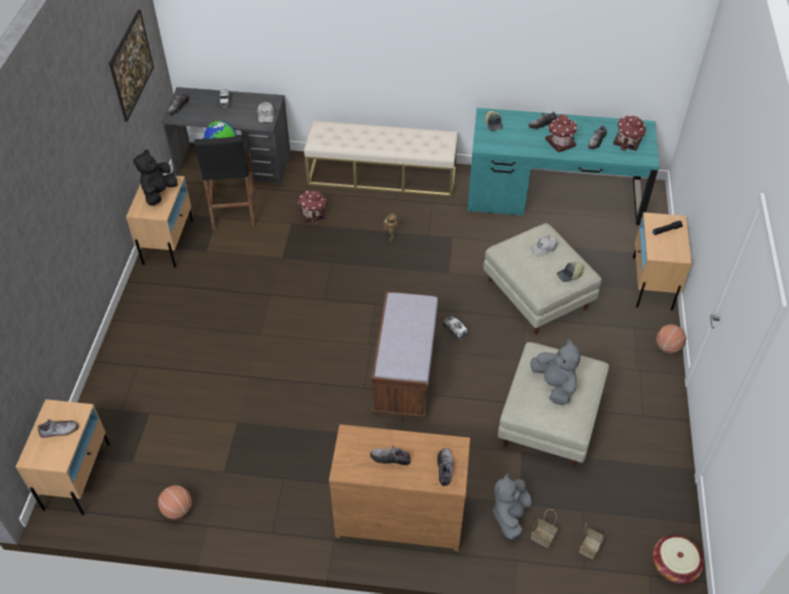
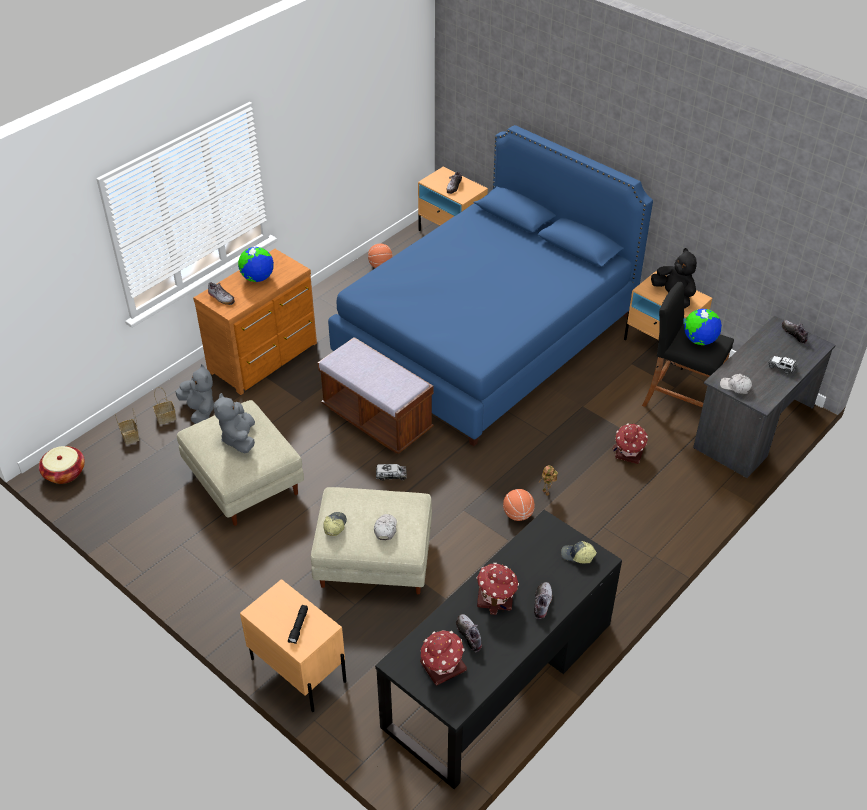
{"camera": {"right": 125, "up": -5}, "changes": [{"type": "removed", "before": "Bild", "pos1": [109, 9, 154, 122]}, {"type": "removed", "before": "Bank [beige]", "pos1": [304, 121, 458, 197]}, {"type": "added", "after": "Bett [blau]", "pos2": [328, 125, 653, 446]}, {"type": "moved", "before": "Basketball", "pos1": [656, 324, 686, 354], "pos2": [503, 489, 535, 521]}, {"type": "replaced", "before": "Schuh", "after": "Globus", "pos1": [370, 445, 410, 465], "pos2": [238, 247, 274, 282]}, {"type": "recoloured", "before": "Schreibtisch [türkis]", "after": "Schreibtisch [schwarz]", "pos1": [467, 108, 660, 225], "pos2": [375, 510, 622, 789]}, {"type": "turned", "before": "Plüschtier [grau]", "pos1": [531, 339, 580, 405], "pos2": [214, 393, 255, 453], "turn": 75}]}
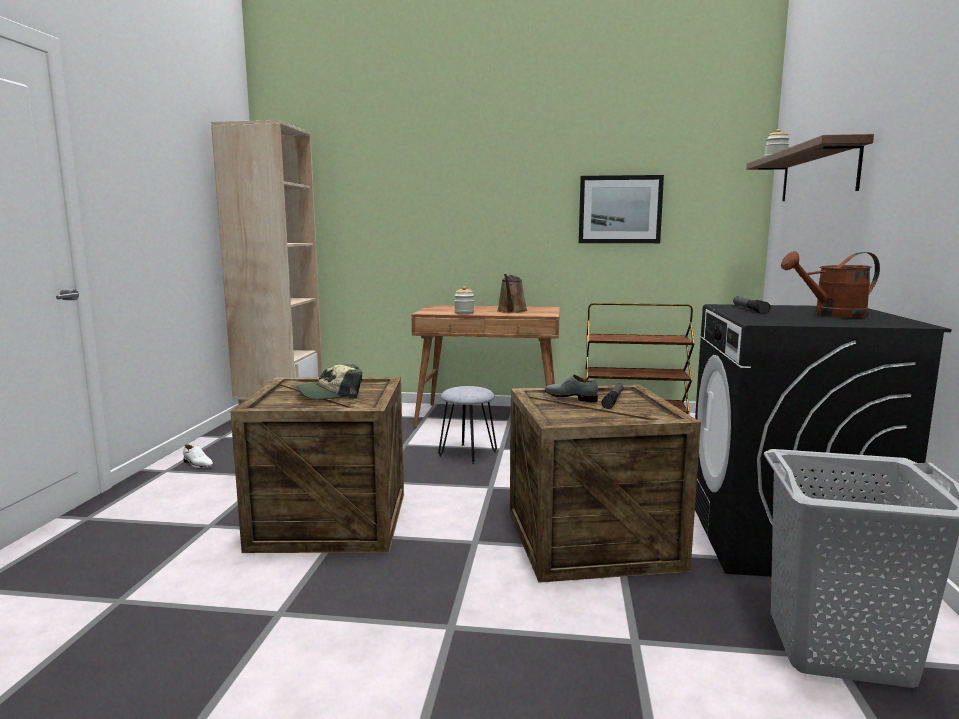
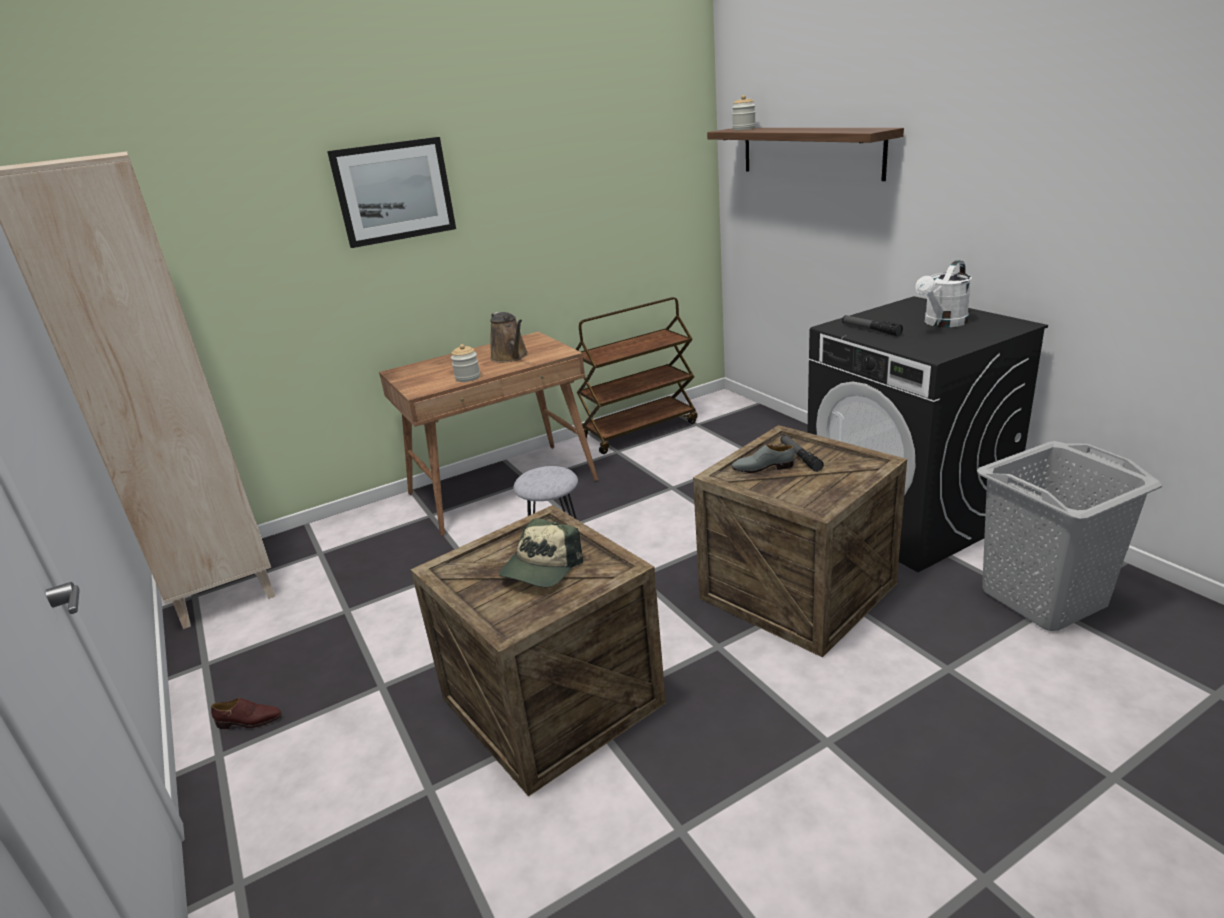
{"camera": {"right": -35, "up": 15}, "changes": [{"type": "moved", "before": "Bild", "pos1": [579, 175, 664, 243], "pos2": [327, 137, 456, 248]}, {"type": "recoloured", "before": "Schuh [weiß]", "after": "Schuh [braun]", "pos1": [183, 444, 213, 468], "pos2": [211, 698, 282, 729]}, {"type": "recoloured", "before": "Gießkanne [braun]", "after": "Gießkanne [weiß]", "pos1": [781, 251, 880, 318], "pos2": [916, 260, 972, 327]}]}
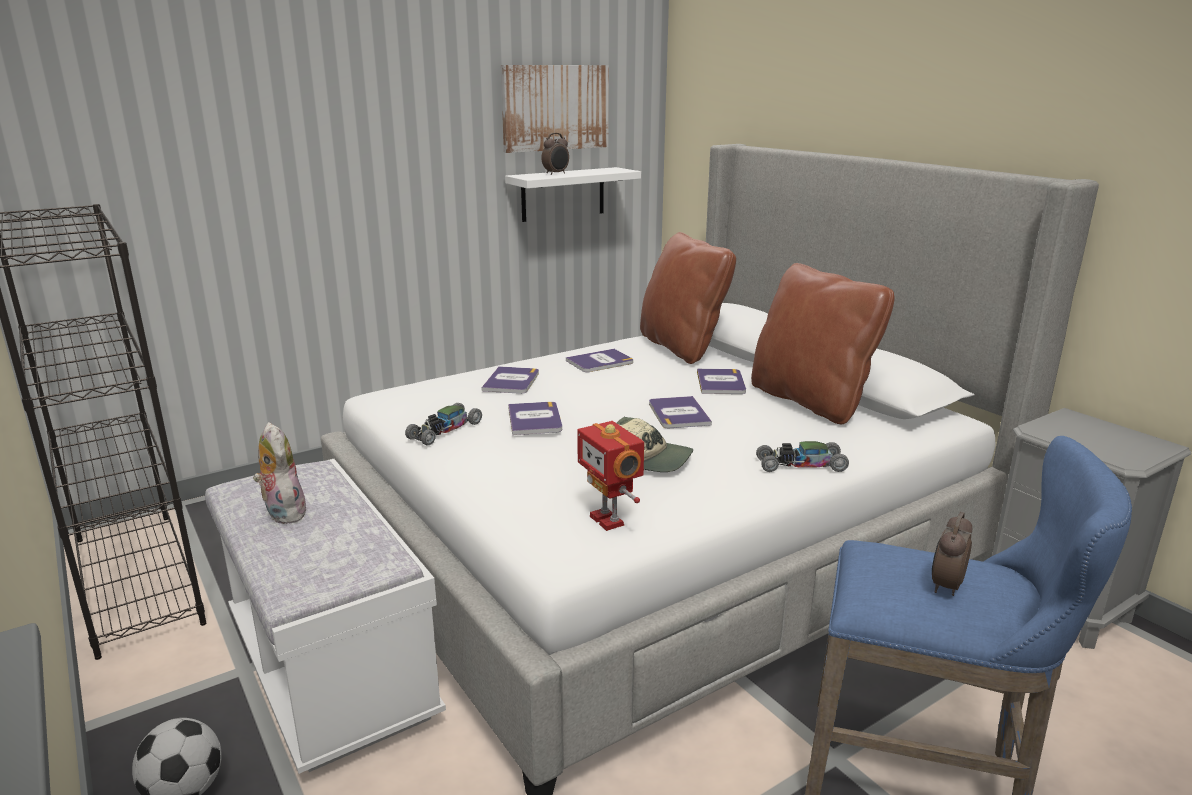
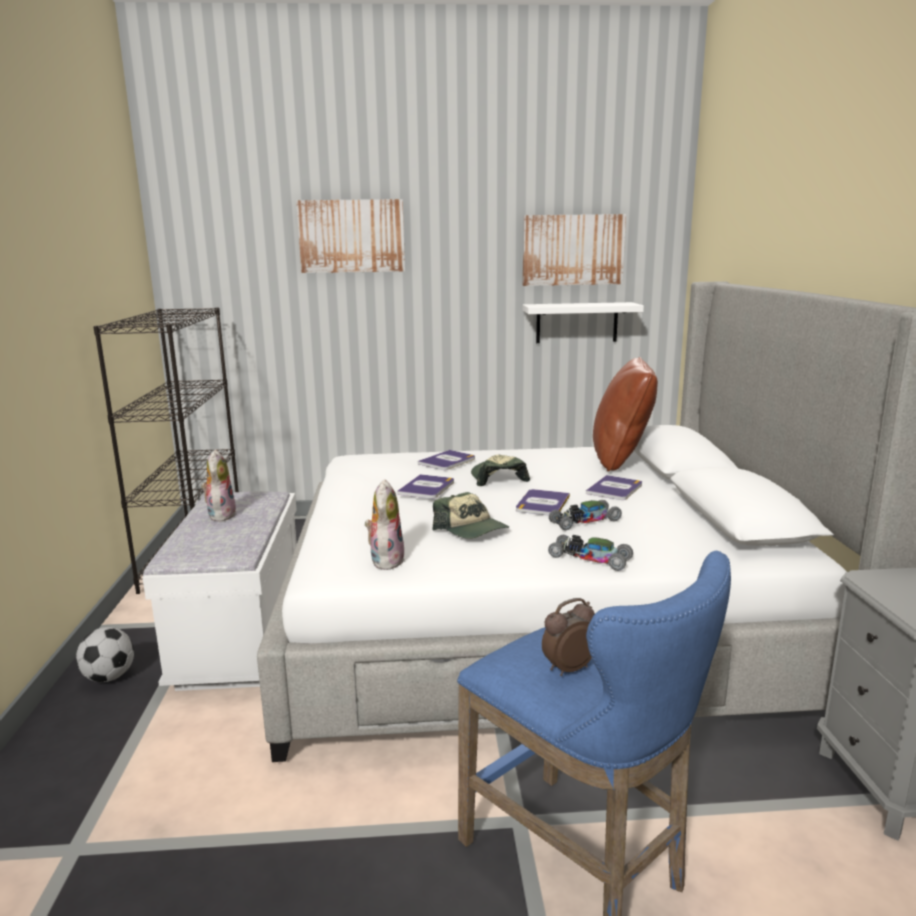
{"camera": {"right": 30, "up": -5}, "changes": [{"type": "removed", "before": "Wecker", "pos1": [541, 133, 569, 175]}, {"type": "removed", "before": "Buch", "pos1": [566, 349, 633, 372]}, {"type": "removed", "before": "Kissen [braun]", "pos1": [751, 263, 895, 424]}, {"type": "added", "after": "Bild", "pos2": [296, 199, 405, 273]}, {"type": "added", "after": "Kappe", "pos2": [471, 455, 530, 486]}, {"type": "moved", "before": "Spielzeugauto", "pos1": [405, 403, 482, 445], "pos2": [549, 500, 622, 530]}, {"type": "replaced", "before": "Spielzeugroboter", "after": "Plüschtier", "pos1": [577, 421, 644, 531], "pos2": [365, 479, 405, 570]}]}
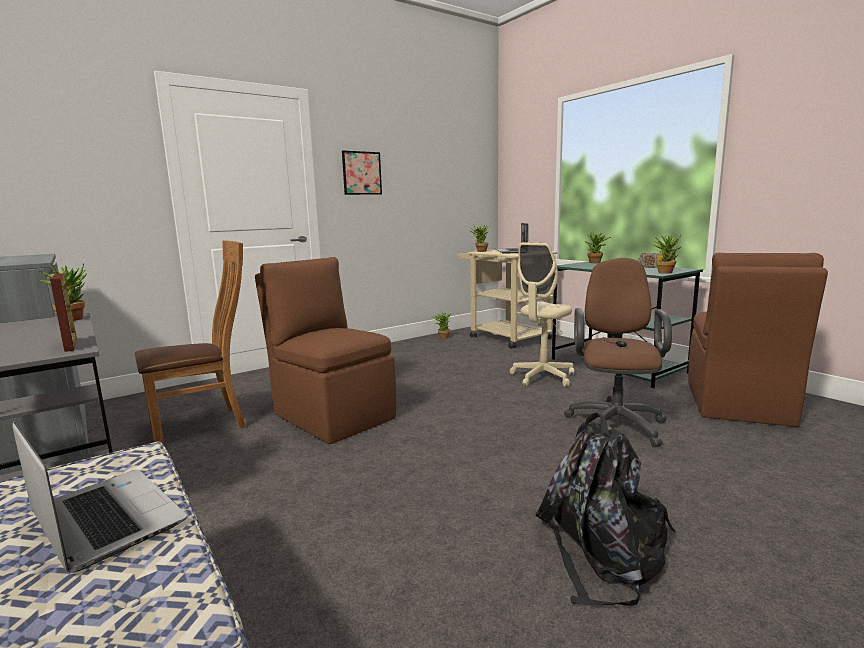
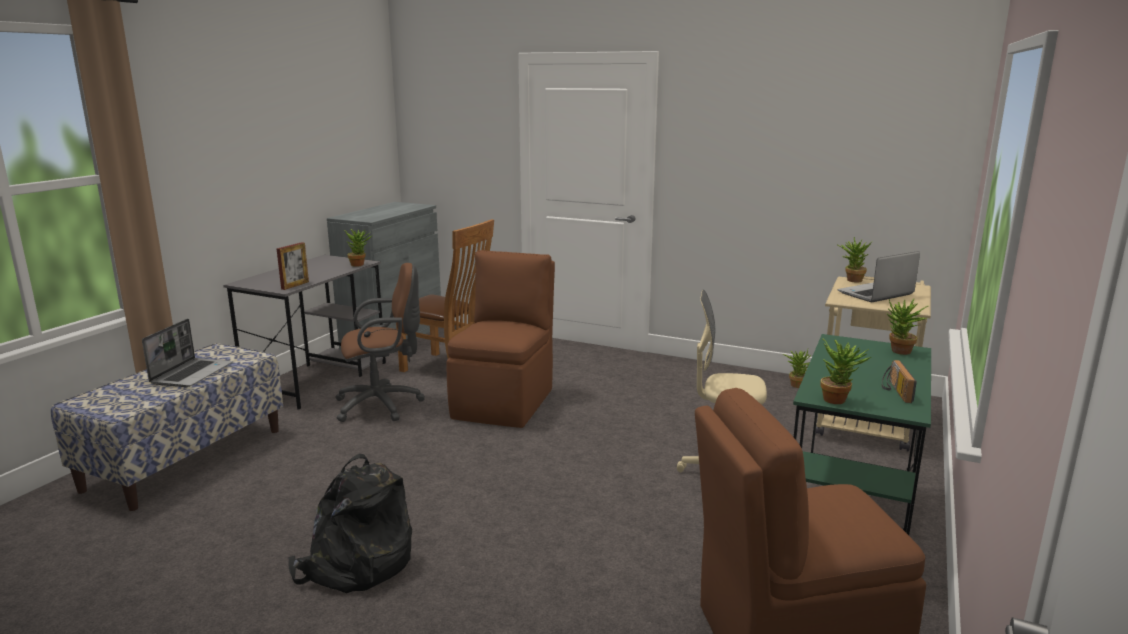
{"camera": {"right": 60, "up": 5}, "changes": [{"type": "removed", "before": "Bild", "pos1": [342, 151, 382, 195]}, {"type": "moved", "before": "Bürostuhl [braun]", "pos1": [564, 258, 672, 447], "pos2": [335, 263, 425, 422]}]}
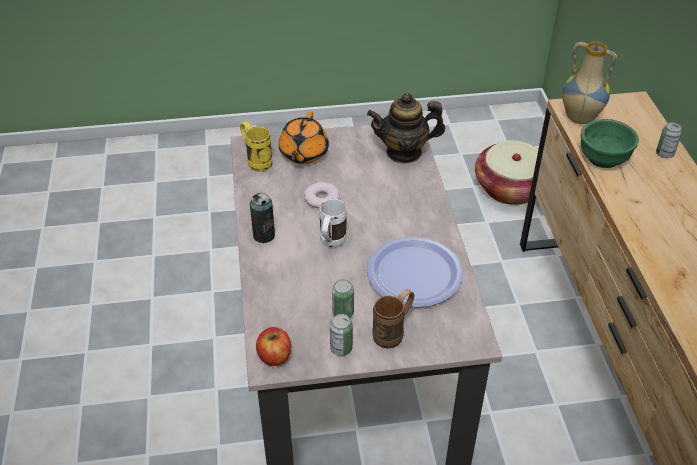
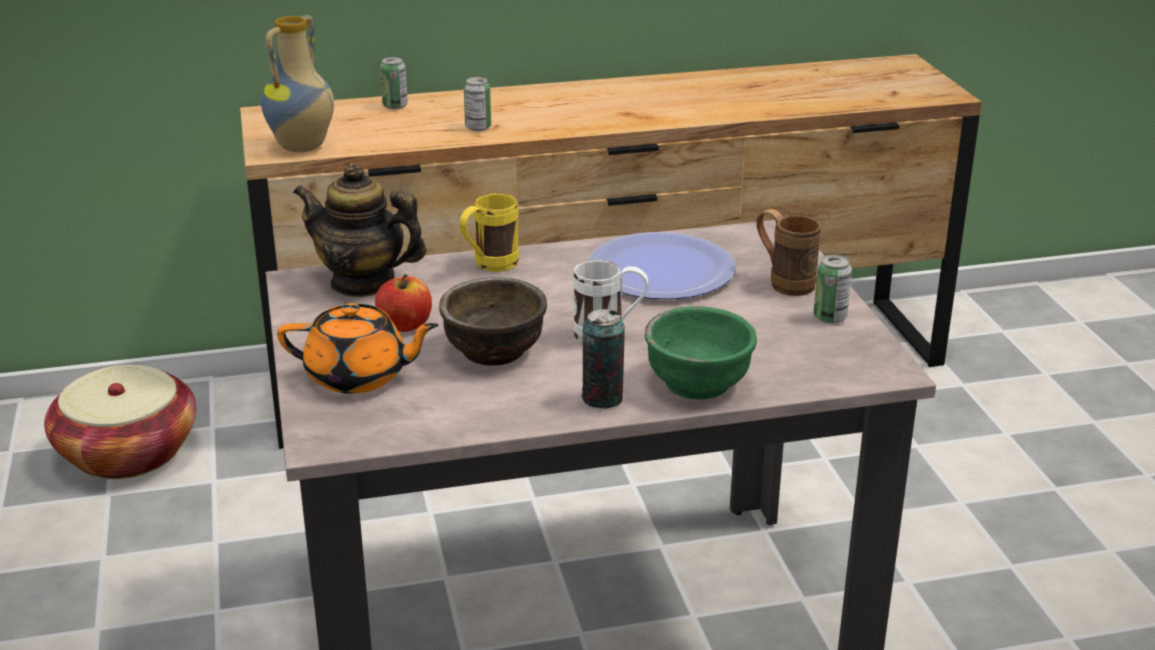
{"camera": {"right": -95, "up": -15}, "changes": [{"type": "moved", "before": "Henkelbecher [gelb]", "pos1": [240, 121, 272, 172], "pos2": [459, 194, 519, 272]}, {"type": "moved", "before": "Apfel", "pos1": [256, 327, 291, 366], "pos2": [375, 274, 432, 332]}, {"type": "moved", "before": "Dose", "pos1": [332, 279, 354, 318], "pos2": [464, 77, 491, 131]}, {"type": "moved", "before": "Schüssel [grün]", "pos1": [581, 119, 639, 168], "pos2": [645, 306, 757, 400]}, {"type": "replaced", "before": "Donut", "after": "Schüssel [braun]", "pos1": [304, 182, 340, 208], "pos2": [439, 277, 547, 366]}, {"type": "turned", "before": "Teekanne", "pos1": [367, 93, 445, 164], "pos2": [293, 162, 427, 297], "turn": 120}]}
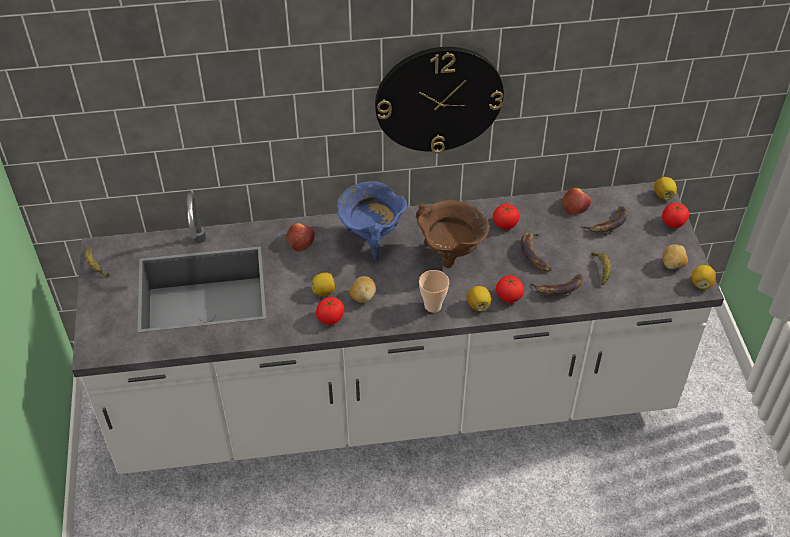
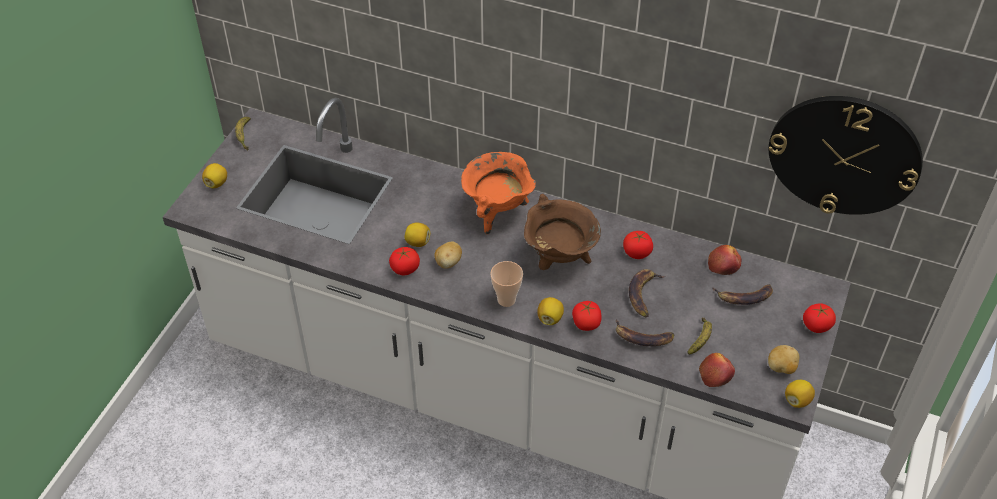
{"camera": {"right": 30, "up": 0}, "changes": [{"type": "moved", "before": "Apfel", "pos1": [286, 223, 315, 252], "pos2": [699, 353, 735, 387]}, {"type": "moved", "before": "Wanduhr", "pos1": [375, 47, 504, 153], "pos2": [769, 96, 923, 215]}, {"type": "moved", "before": "Zitrone", "pos1": [654, 177, 677, 200], "pos2": [202, 163, 227, 188]}, {"type": "recoloured", "before": "Kochtopf [blau]", "after": "Kochtopf [orange]", "pos1": [337, 181, 407, 260], "pos2": [461, 152, 536, 234]}]}
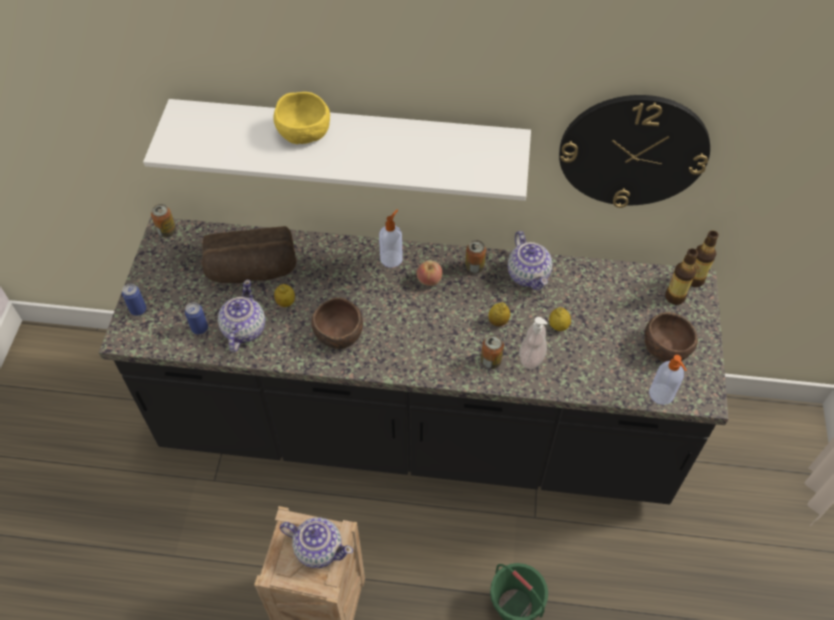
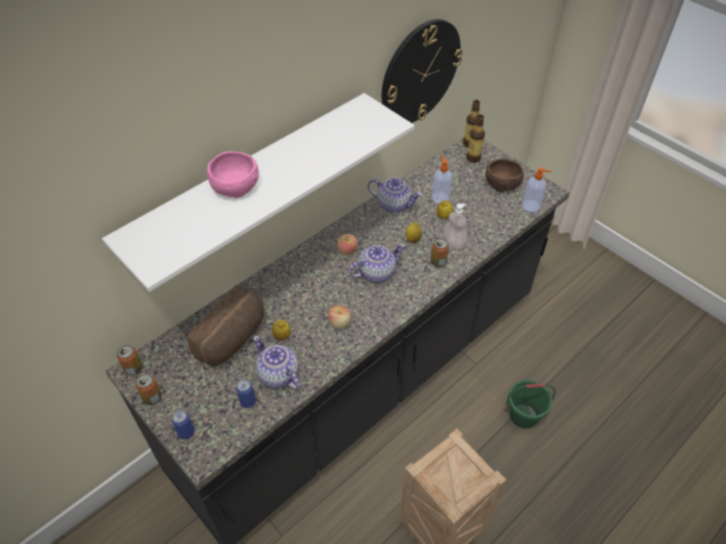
{"camera": {"right": -50, "up": -5}, "changes": [{"type": "moved", "before": "Teekanne", "pos1": [280, 517, 353, 568], "pos2": [349, 243, 405, 283]}, {"type": "moved", "before": "Seifenspender", "pos1": [379, 210, 403, 268], "pos2": [432, 155, 452, 204]}, {"type": "moved", "before": "Dose", "pos1": [465, 240, 486, 274], "pos2": [135, 373, 161, 405]}, {"type": "replaced", "before": "Schüssel [braun]", "after": "Apfel", "pos1": [311, 297, 363, 349], "pos2": [328, 306, 351, 329]}, {"type": "recoloured", "before": "Schüssel [gelb]", "after": "Schüssel [rosa]", "pos1": [273, 92, 330, 144], "pos2": [207, 151, 259, 198]}]}
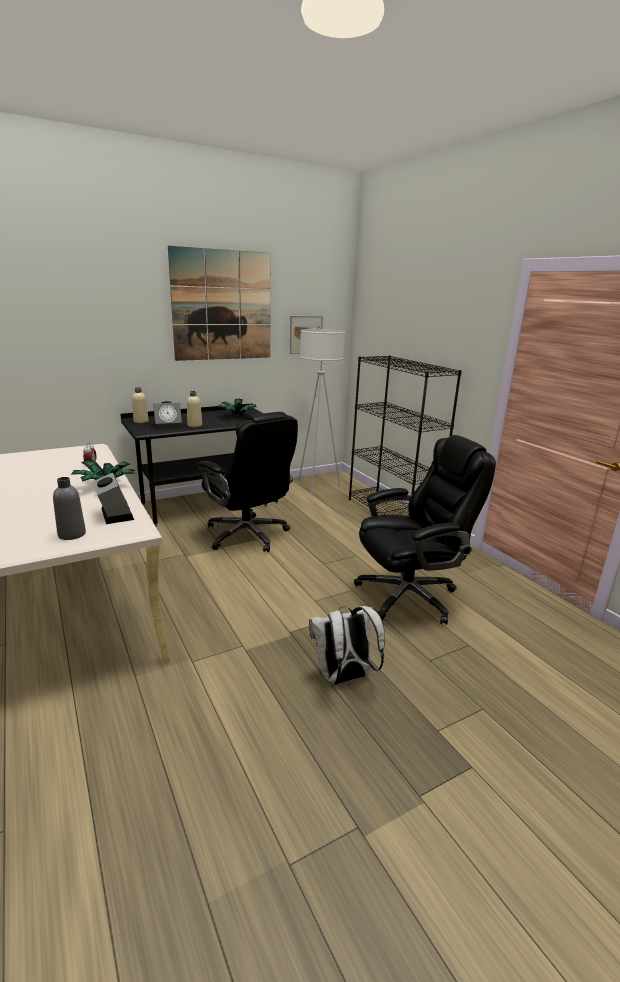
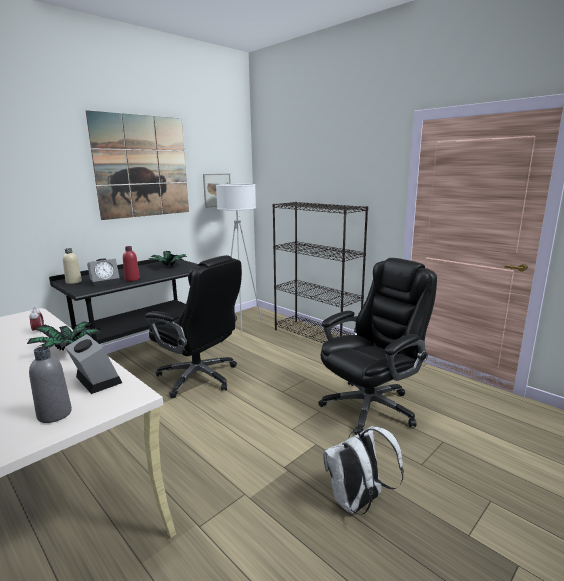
{"camera": {"right": -15, "up": -5}, "changes": [{"type": "recoloured", "before": "Flasche [beige]", "after": "Flasche [rot]", "pos1": [187, 391, 202, 427], "pos2": [123, 246, 140, 281]}]}
